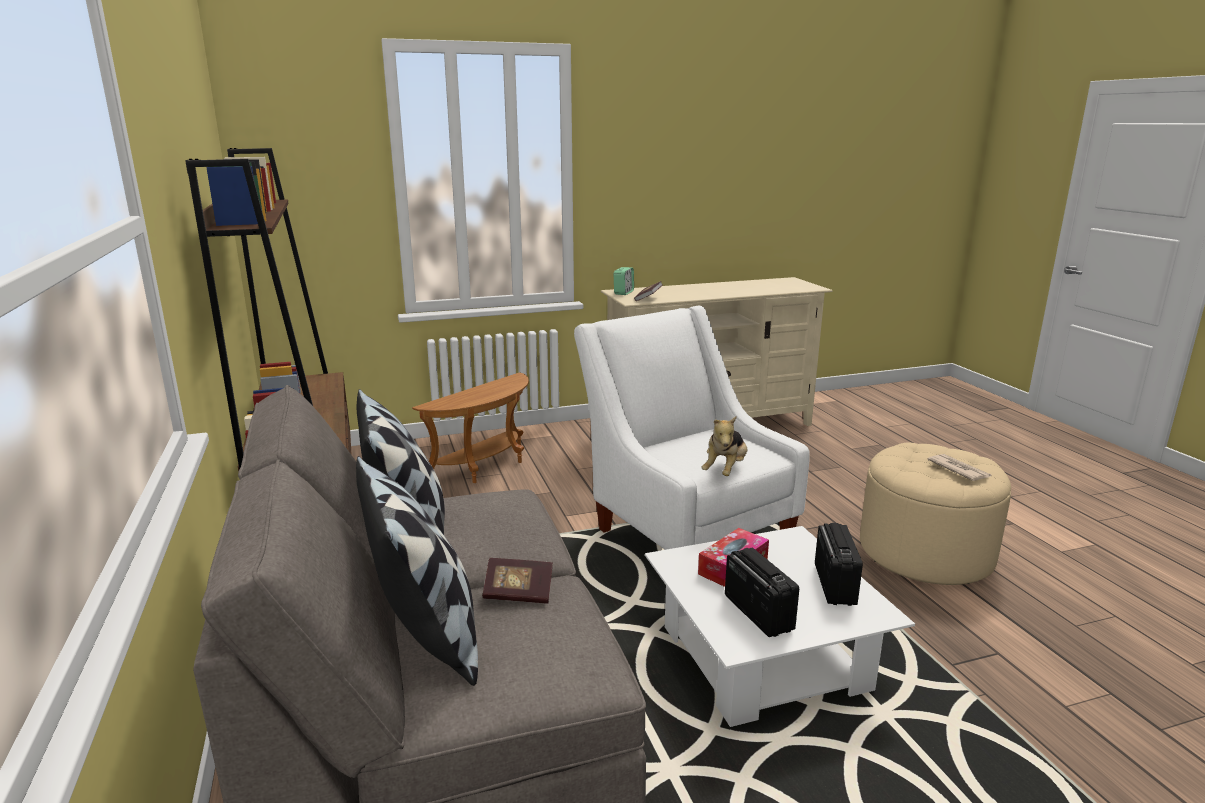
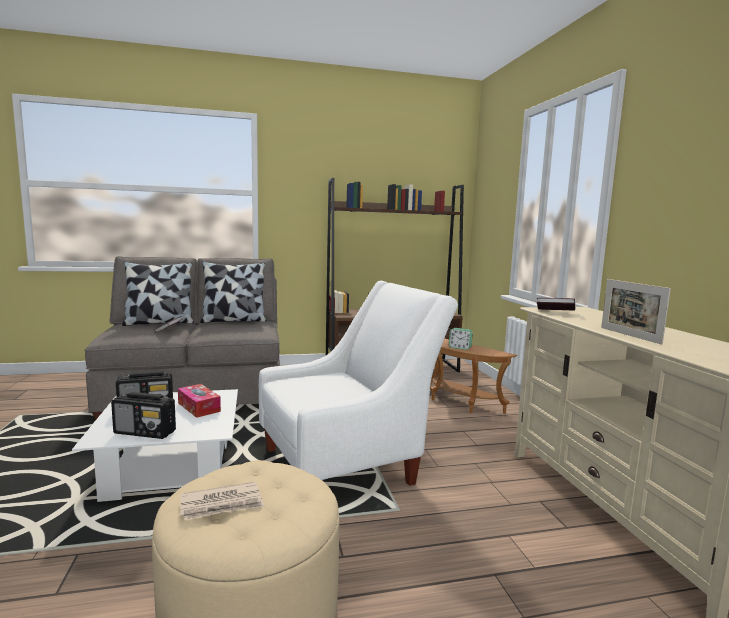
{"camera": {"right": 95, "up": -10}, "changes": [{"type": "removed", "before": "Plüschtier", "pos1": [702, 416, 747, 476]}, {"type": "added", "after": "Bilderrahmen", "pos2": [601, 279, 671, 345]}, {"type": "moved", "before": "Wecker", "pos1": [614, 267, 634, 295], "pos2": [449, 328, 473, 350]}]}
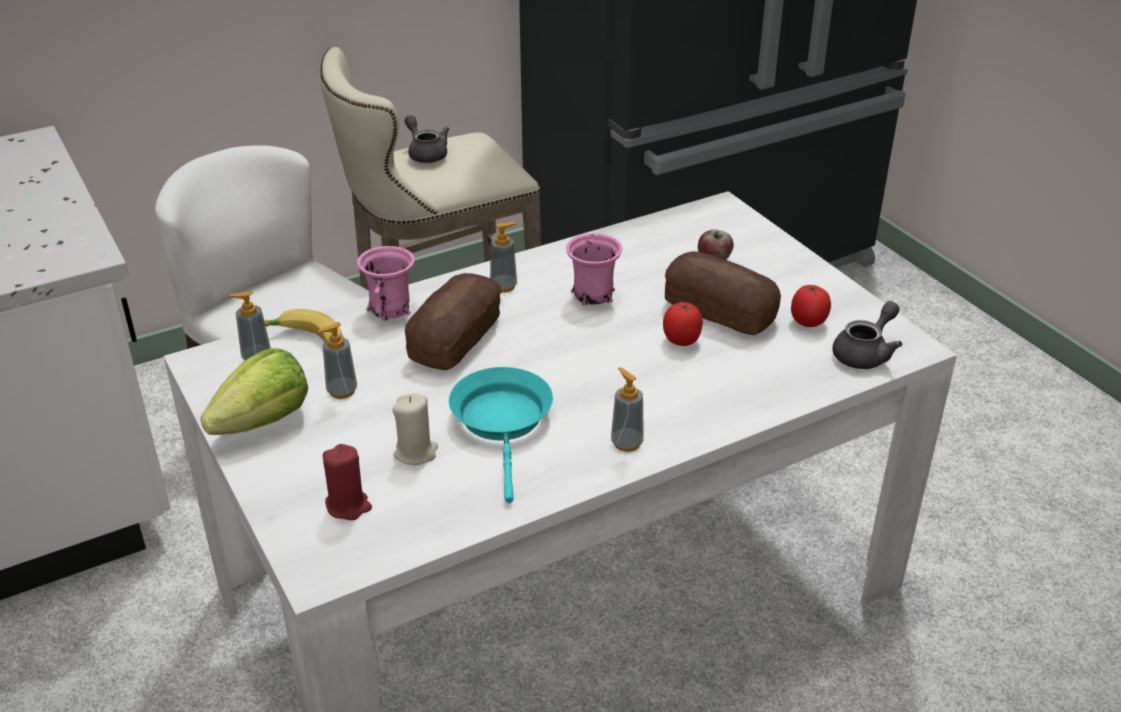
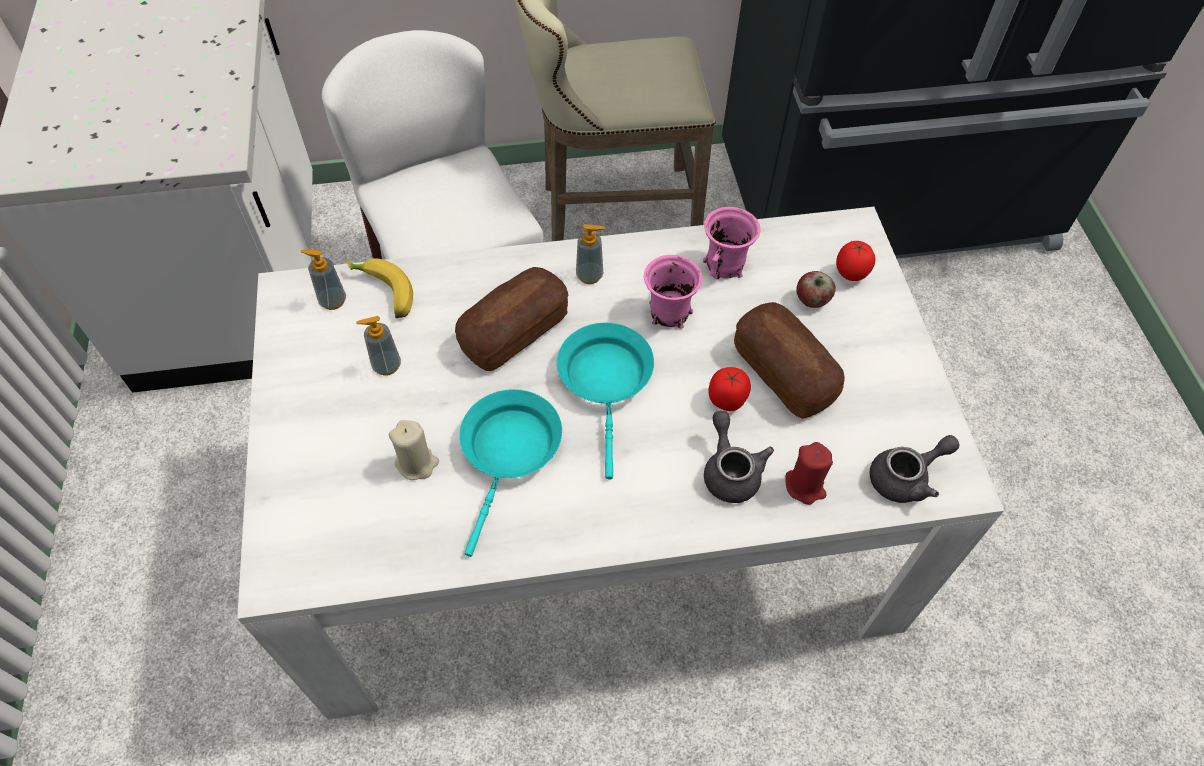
{"camera": {"right": 20, "up": 20}, "changes": [{"type": "removed", "before": "Salatkopf", "pos1": [200, 348, 308, 435]}, {"type": "removed", "before": "Seifenspender", "pos1": [611, 367, 644, 452]}, {"type": "added", "after": "Pfanne [türkis]", "pos2": [557, 322, 654, 479]}, {"type": "moved", "before": "Kerze [rot]", "pos1": [323, 444, 372, 520], "pos2": [785, 442, 833, 505]}, {"type": "moved", "before": "Henkelbecher [rosa]", "pos1": [357, 246, 415, 321], "pos2": [703, 207, 761, 279]}, {"type": "moved", "before": "Teekanne [grau]", "pos1": [404, 115, 449, 163], "pos2": [704, 411, 774, 503]}, {"type": "moved", "before": "Tomate", "pos1": [791, 285, 831, 327], "pos2": [836, 241, 875, 281]}]}
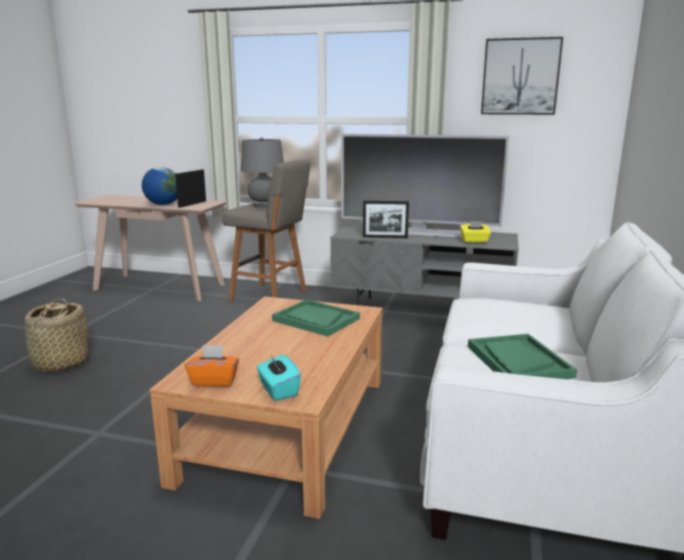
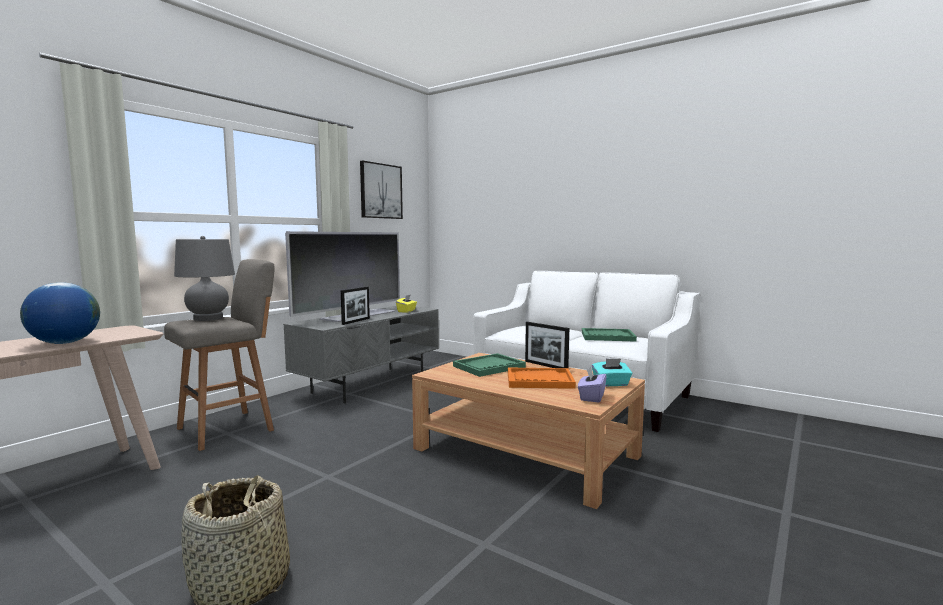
{"camera": {"right": -70, "up": -10}, "changes": [{"type": "added", "after": "Tablett [orange]", "pos2": [508, 367, 576, 389]}, {"type": "moved", "before": "Bilderrahmen", "pos1": [175, 169, 206, 208], "pos2": [525, 322, 569, 368]}, {"type": "recoloured", "before": "Taschentuchbox [orange]", "after": "Taschentuchbox [lila]", "pos1": [185, 345, 239, 387], "pos2": [578, 366, 607, 403]}]}
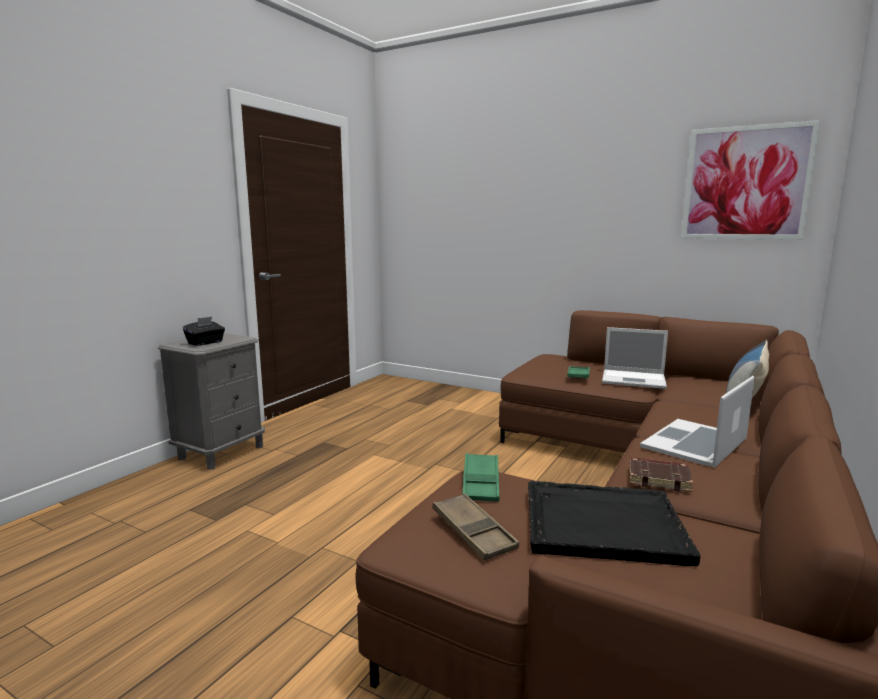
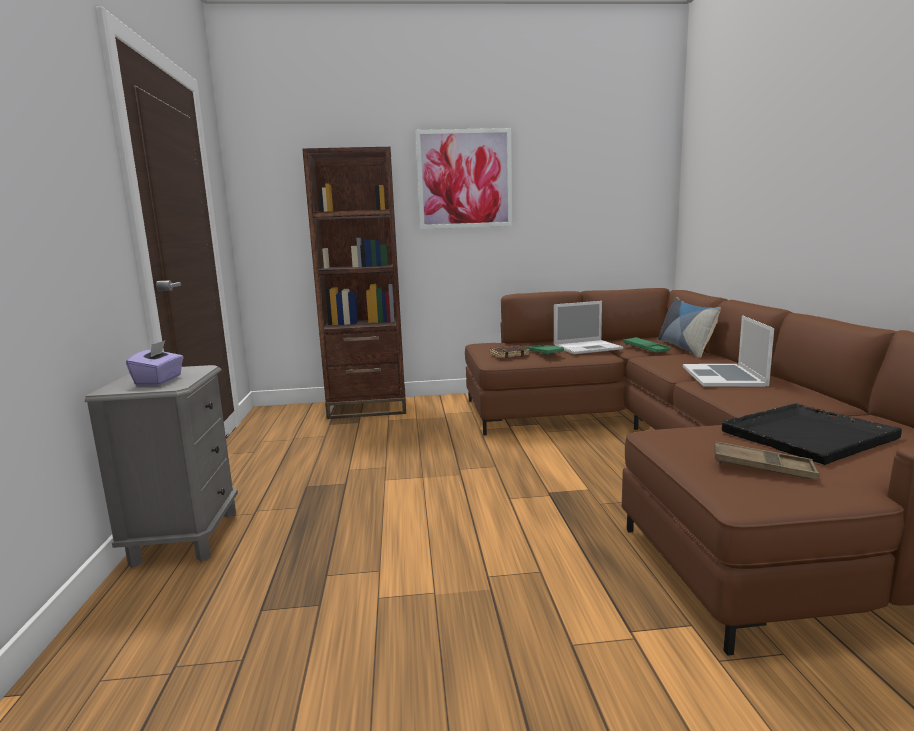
{"camera": {"right": -35, "up": 0}, "changes": [{"type": "added", "after": "Bücherregal [braun]", "pos2": [302, 147, 406, 419]}, {"type": "moved", "before": "Tablett [grün]", "pos1": [462, 453, 500, 502], "pos2": [623, 337, 670, 353]}, {"type": "moved", "before": "Buch [braun]", "pos1": [630, 457, 693, 492], "pos2": [490, 345, 530, 358]}, {"type": "moved", "before": "Bild", "pos1": [681, 120, 820, 240], "pos2": [415, 128, 512, 229]}, {"type": "recoloured", "before": "Taschentuchbox [schwarz]", "after": "Taschentuchbox [lila]", "pos1": [183, 317, 225, 346], "pos2": [126, 341, 184, 386]}]}
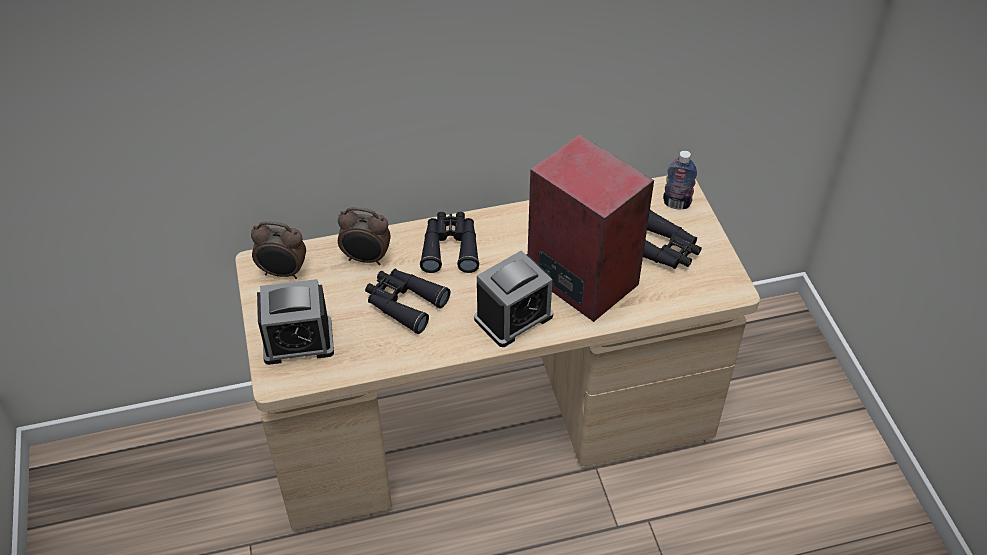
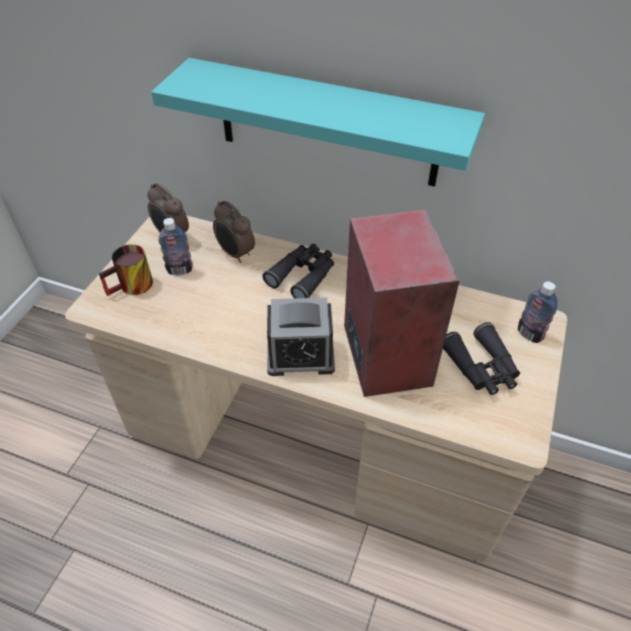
{"camera": {"right": 35, "up": 0}, "changes": [{"type": "removed", "before": "Fernglas [schwarz]", "pos1": [365, 269, 451, 334]}, {"type": "added", "after": "Wandregal [türkis]", "pos2": [151, 58, 485, 187]}, {"type": "added", "after": "Flasche", "pos2": [159, 218, 193, 276]}, {"type": "replaced", "before": "Wecker", "after": "Henkelbecher", "pos1": [257, 279, 334, 365], "pos2": [99, 244, 153, 296]}]}
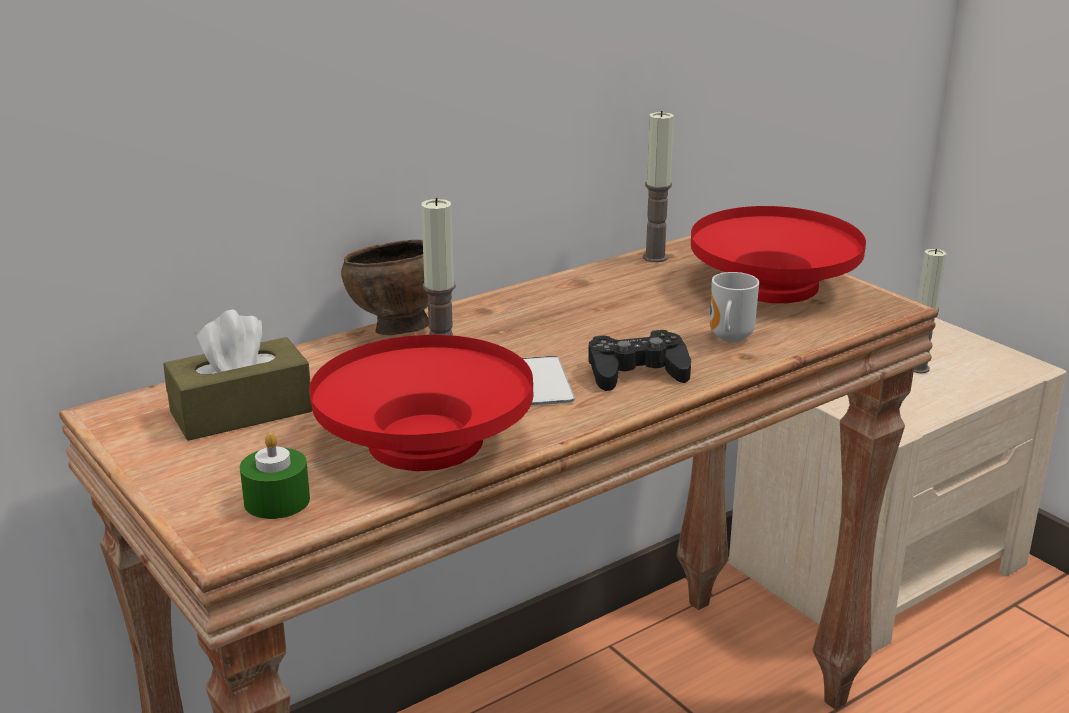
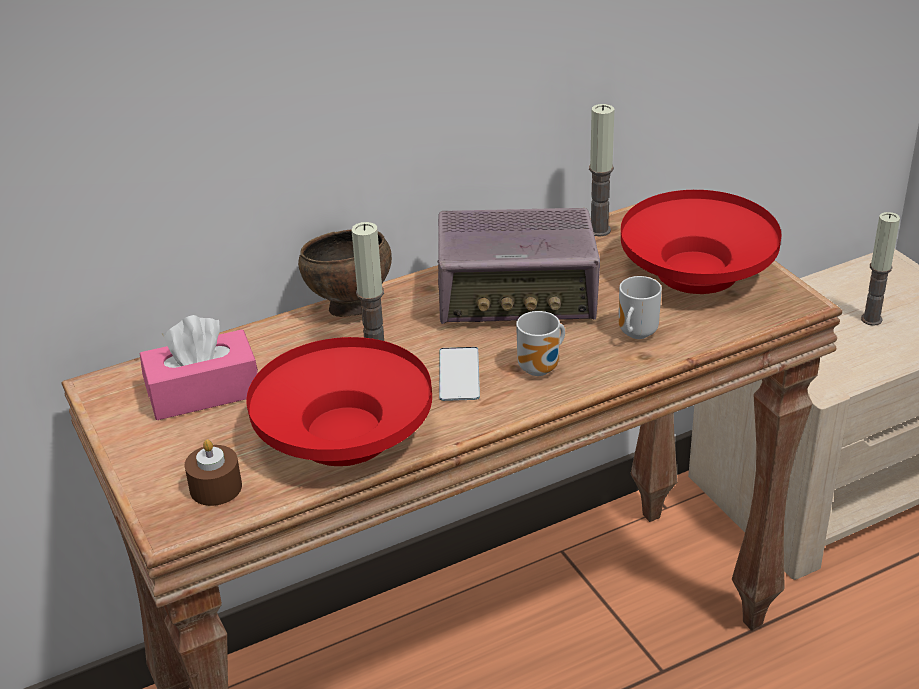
{"camera": {"right": 10, "up": 10}, "changes": [{"type": "added", "after": "Radio", "pos2": [437, 208, 600, 324]}, {"type": "replaced", "before": "Gamepad [schwarz]", "after": "Henkelbecher", "pos1": [588, 330, 691, 391], "pos2": [516, 311, 565, 376]}, {"type": "recoloured", "before": "Taschentuchbox [braun]", "after": "Taschentuchbox [rosa]", "pos1": [163, 309, 312, 441], "pos2": [139, 315, 258, 420]}, {"type": "recoloured", "before": "Kerze [grün]", "after": "Kerze [braun]", "pos1": [240, 432, 310, 519], "pos2": [184, 439, 242, 506]}]}
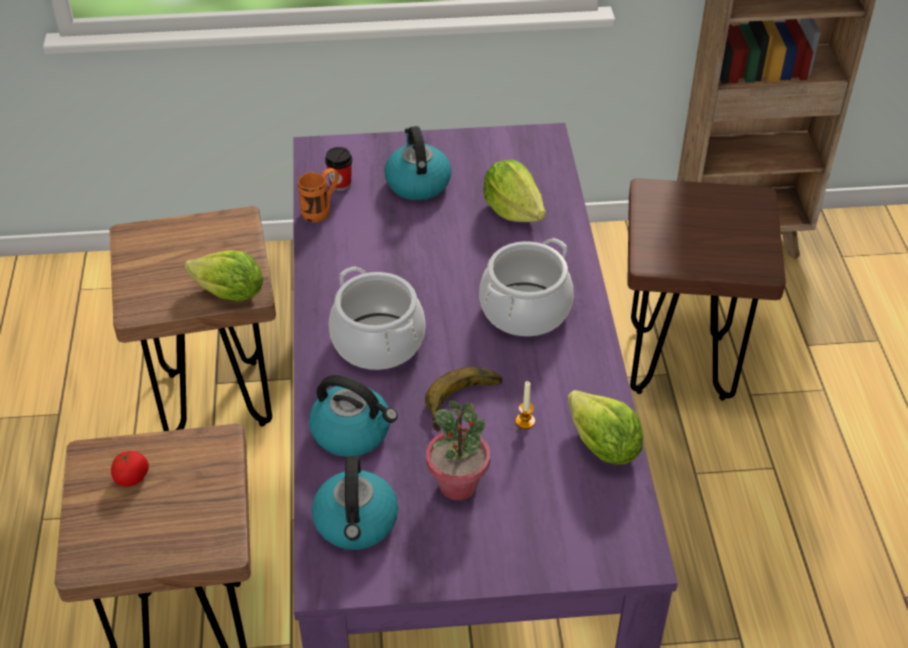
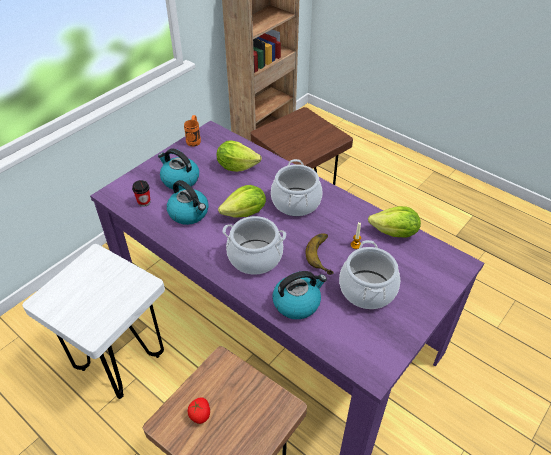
{"camera": {"right": -45, "up": 0}, "changes": [{"type": "moved", "before": "Salatkopf", "pos1": [185, 250, 263, 302], "pos2": [218, 185, 266, 218]}, {"type": "moved", "before": "Henkelbecher [orange]", "pos1": [298, 168, 339, 222], "pos2": [184, 115, 201, 147]}, {"type": "moved", "before": "Wasserkessel", "pos1": [311, 456, 398, 550], "pos2": [167, 180, 209, 225]}, {"type": "replaced", "before": "Topfpflanze", "after": "Kochtopf", "pos1": [426, 400, 490, 500], "pos2": [339, 240, 400, 309]}, {"type": "recoloured", "before": "Hocker [braun]", "after": "Hocker [weiß]", "pos1": [110, 206, 276, 431], "pos2": [22, 244, 165, 399]}]}
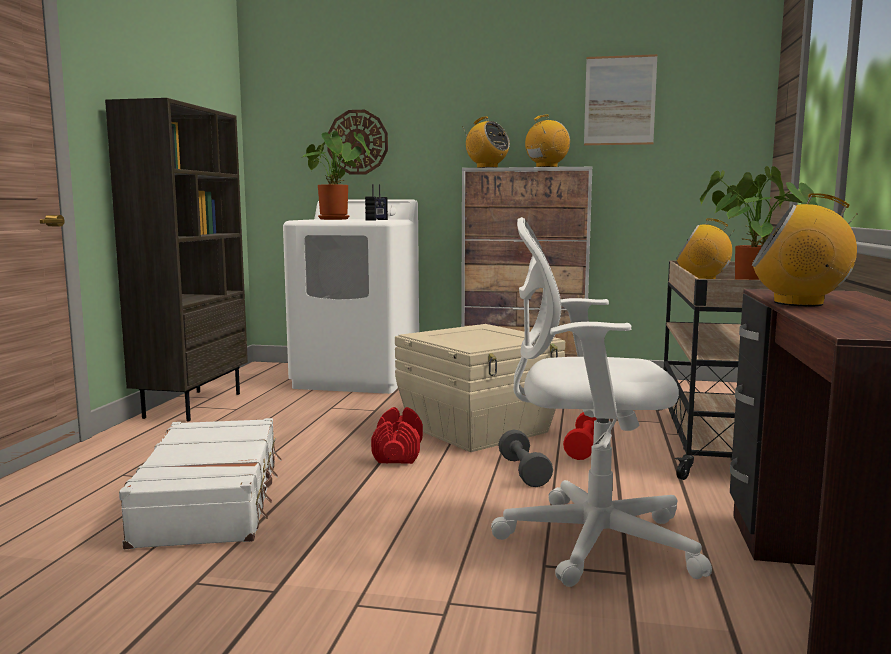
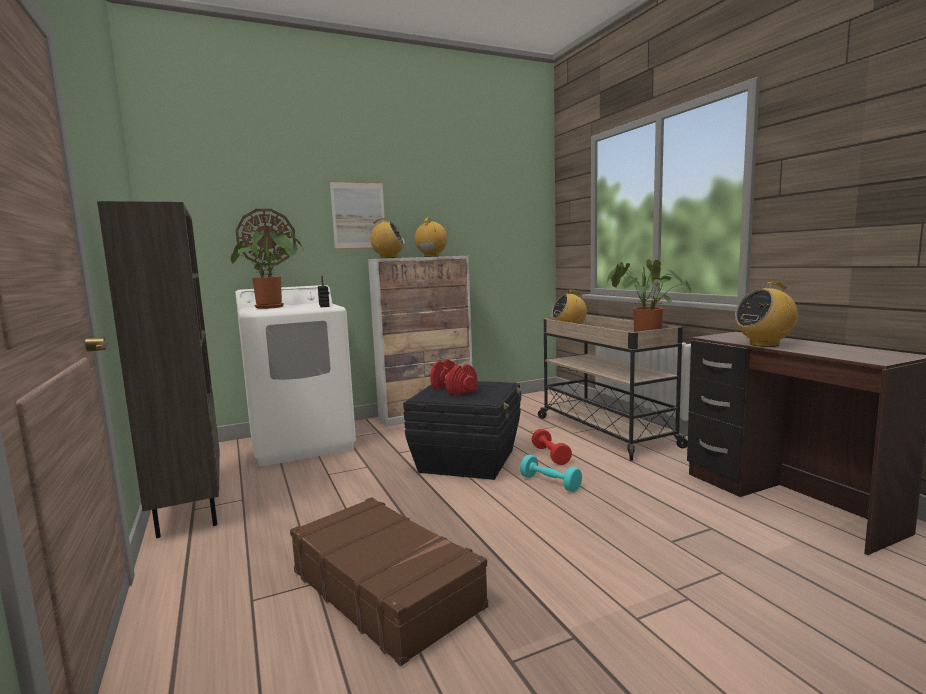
{"camera": {"right": -35, "up": 0}, "changes": [{"type": "removed", "before": "Bürostuhl [weiß]", "pos1": [491, 217, 712, 587]}, {"type": "moved", "before": "Hantel [rot]", "pos1": [371, 407, 423, 464], "pos2": [430, 359, 477, 395]}, {"type": "moved", "before": "Bild", "pos1": [584, 54, 658, 145], "pos2": [330, 181, 385, 250]}, {"type": "recoloured", "before": "Koffer [weiß]", "after": "Koffer [braun]", "pos1": [119, 418, 282, 549], "pos2": [290, 497, 488, 666]}, {"type": "recoloured", "before": "Aufbewahrungsbox [beige]", "after": "Aufbewahrungsbox [schwarz]", "pos1": [395, 324, 565, 452], "pos2": [403, 381, 522, 480]}, {"type": "recoloured", "before": "Hantel [grau]", "after": "Hantel [türkis]", "pos1": [498, 429, 553, 487], "pos2": [520, 454, 582, 492]}]}
